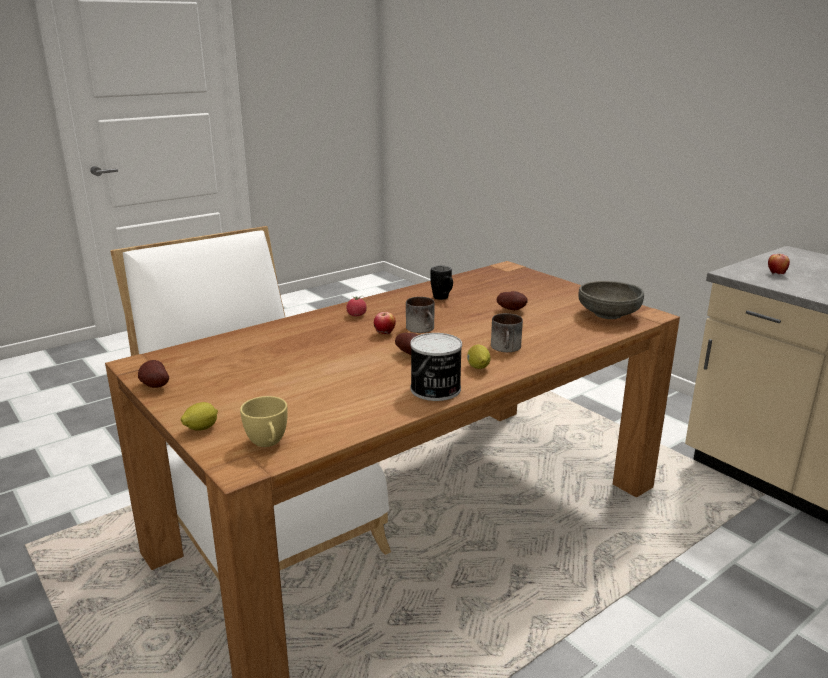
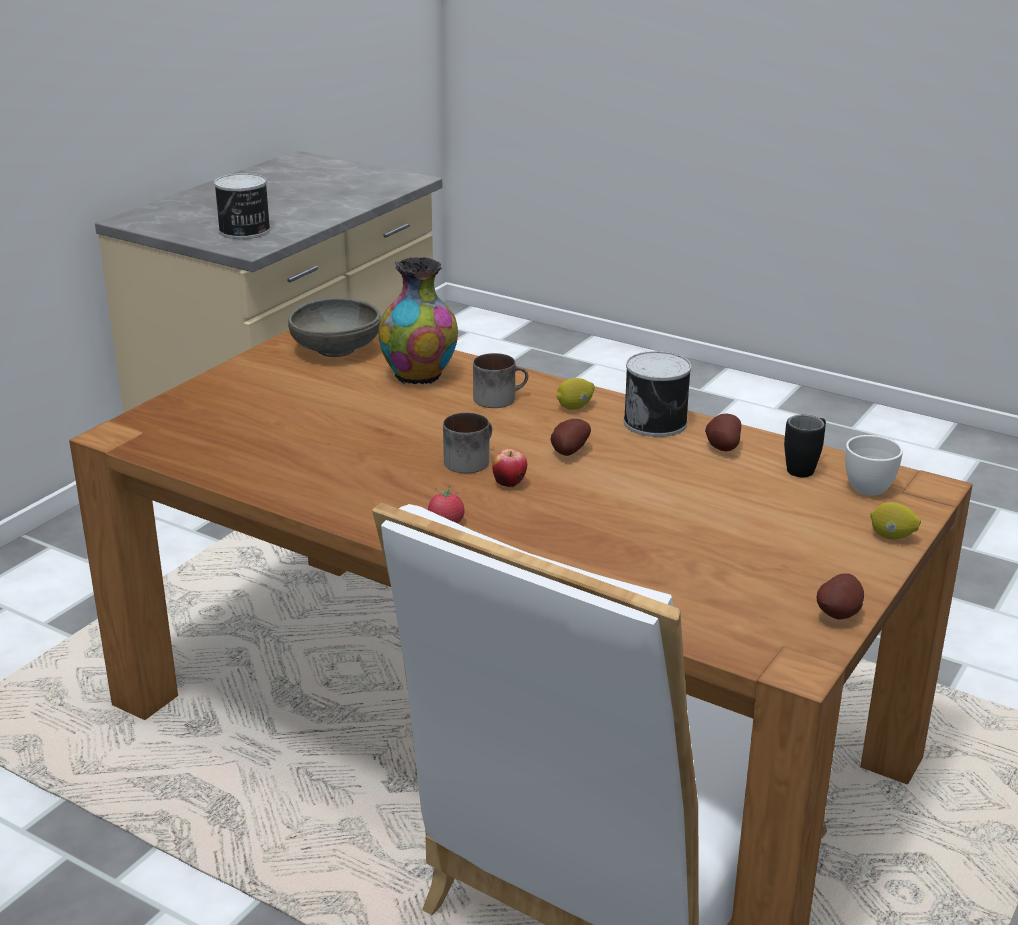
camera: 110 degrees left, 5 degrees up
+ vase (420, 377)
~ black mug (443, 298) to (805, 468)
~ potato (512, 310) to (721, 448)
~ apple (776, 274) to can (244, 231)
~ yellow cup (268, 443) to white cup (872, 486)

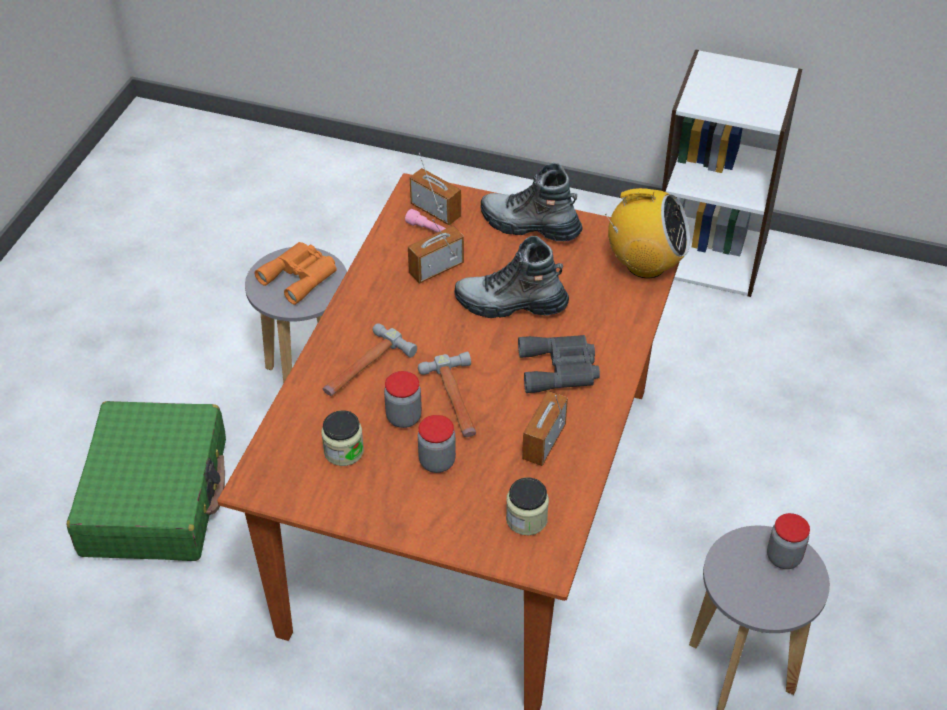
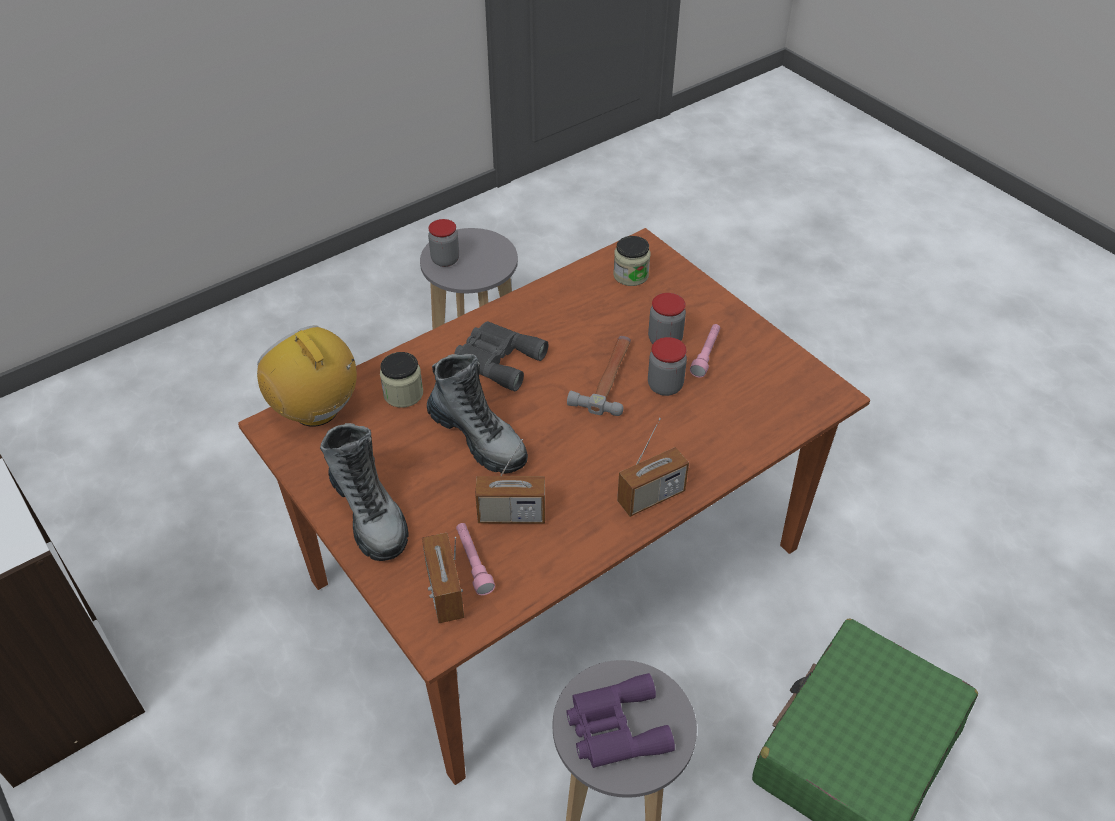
camera: 145 degrees left, 0 degrees up
- hammer (364, 368)
+ pink flashlight (706, 355)
~ jar (343, 451) to (403, 394)
~ radio (544, 442) to (651, 497)
~ orange binoculars (301, 276) to purple binoculars (614, 728)

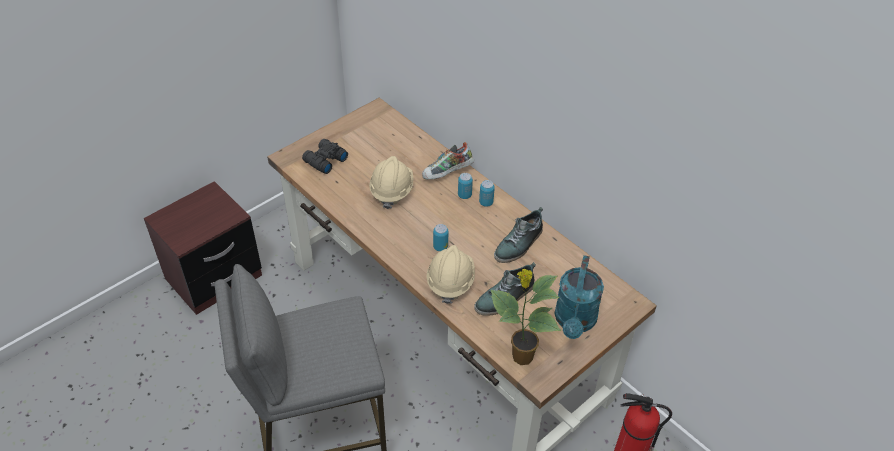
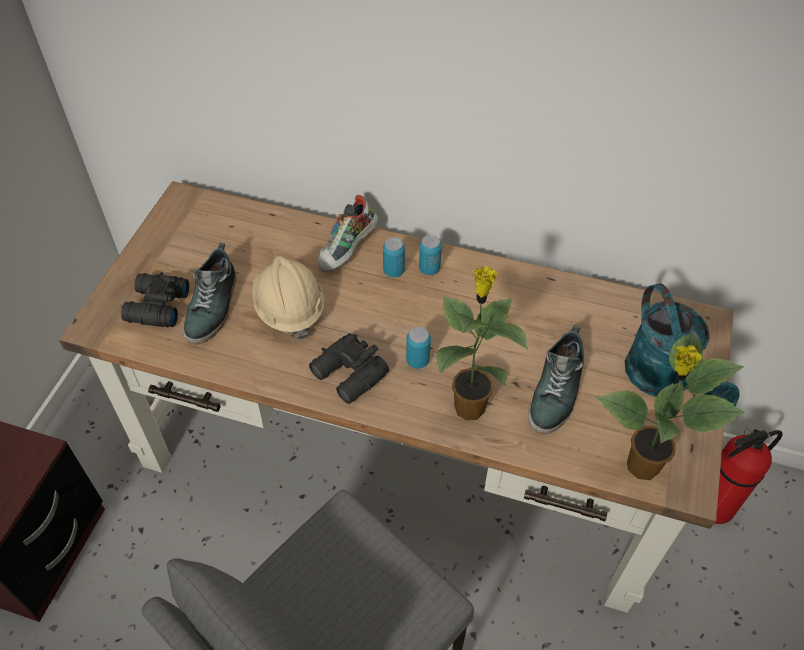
camera: 30 degrees left, 5 degrees up
+ black binoculars (349, 376)
~ shoe (519, 244) to (213, 306)
~ beige hard hat (450, 281) to potted plant (469, 405)

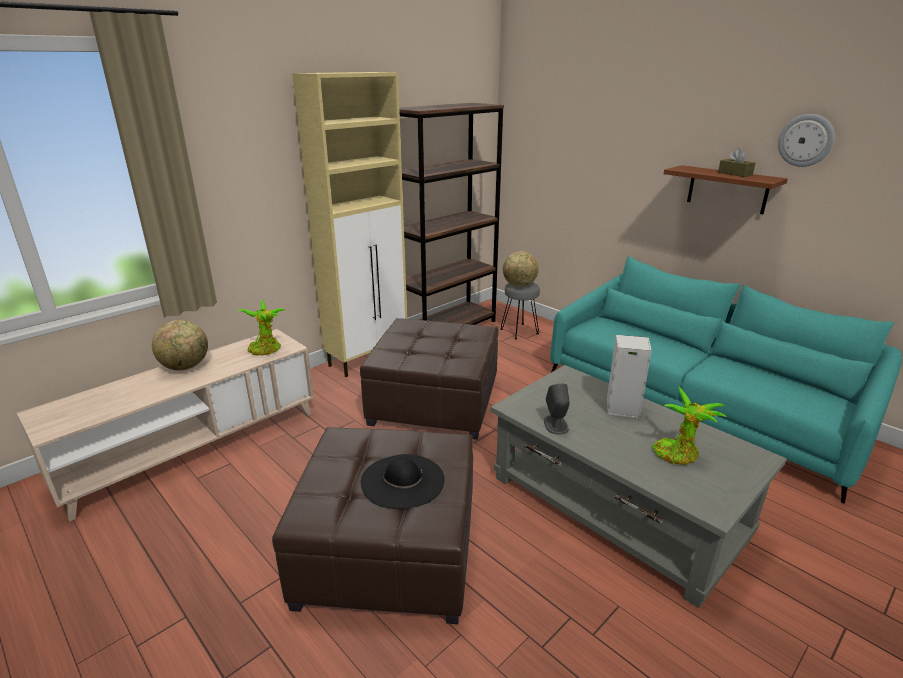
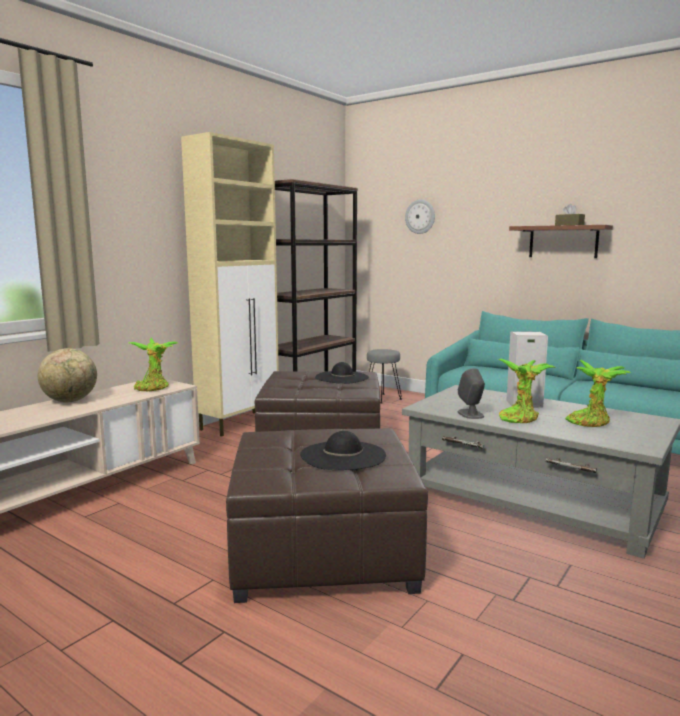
camera: 10 degrees left, 15 degrees down
- globe (519, 285)
+ black hat (341, 377)
+ potted plant (520, 418)
~ wall clock (806, 140) to (420, 216)

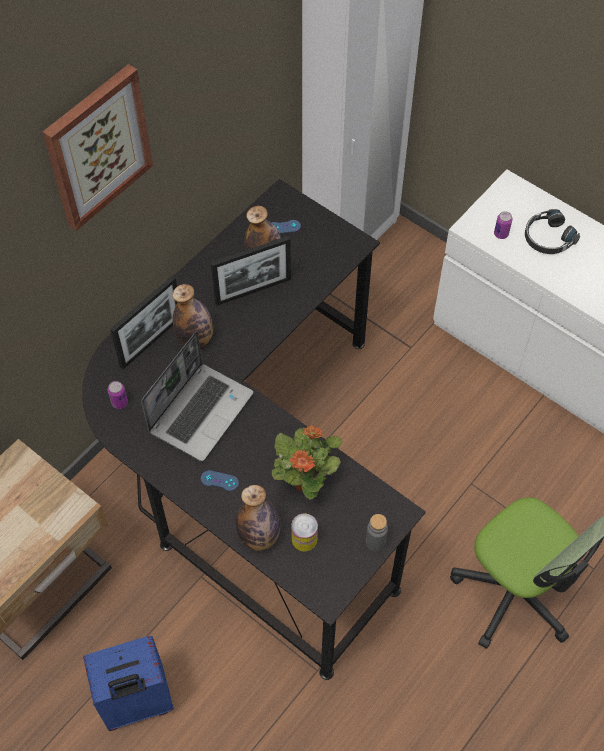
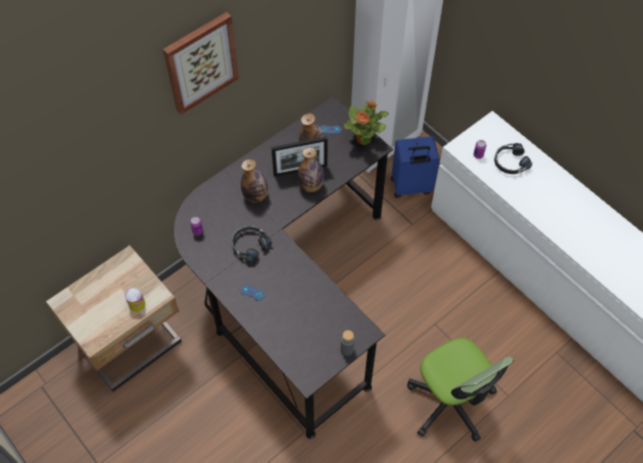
camera: 10 degrees right, 0 degrees up
- picture frame (151, 341)
~ blue suitcase (137, 703) to (411, 187)
~ bottle (259, 536) to (311, 186)
~ potted plant (305, 480) to (364, 139)
~ can (304, 539) to (137, 304)
~ laptop (201, 411) to black headphones (249, 245)

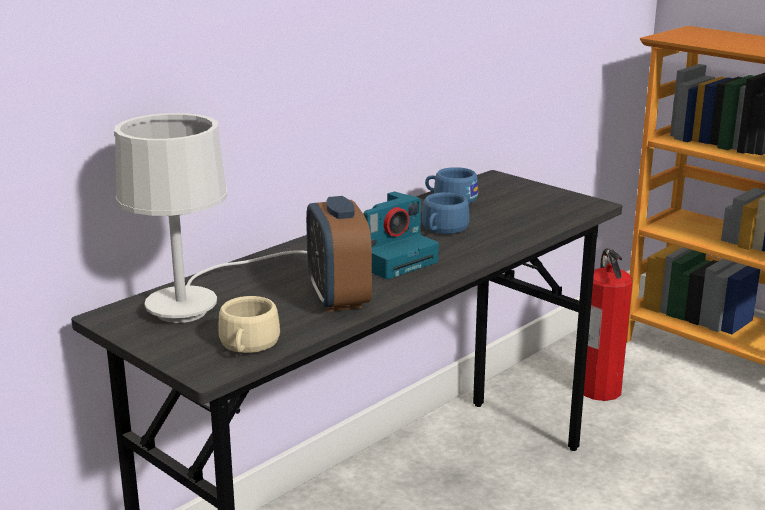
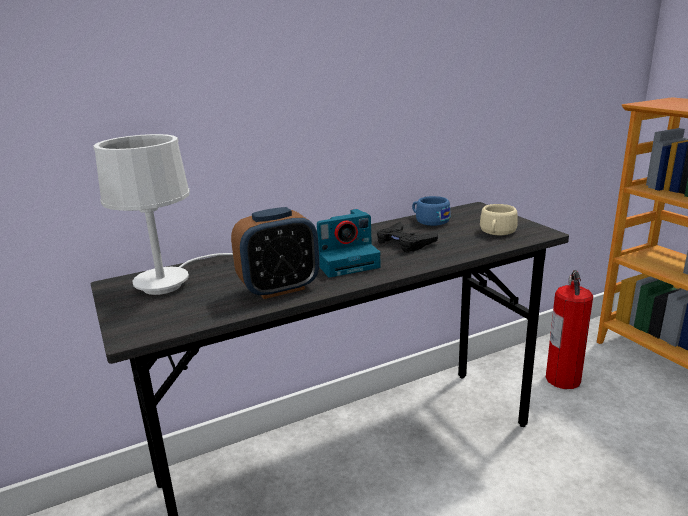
camera: 20 degrees right, 0 degrees up
~ beige cup (248, 346) to (497, 232)
~ blue cup (442, 229) to black game controller (404, 242)
~ alarm clock (338, 298) = (279, 288) 120 degrees counterclockwise

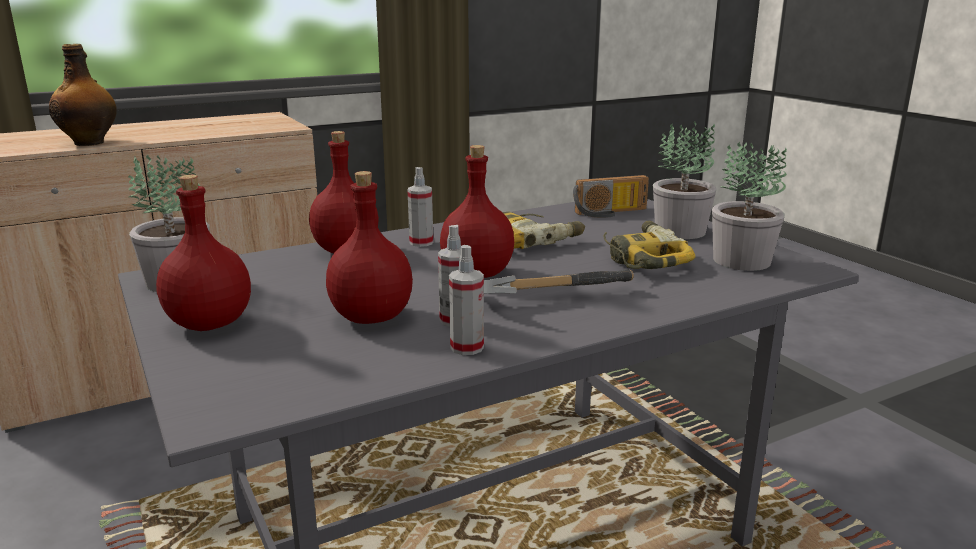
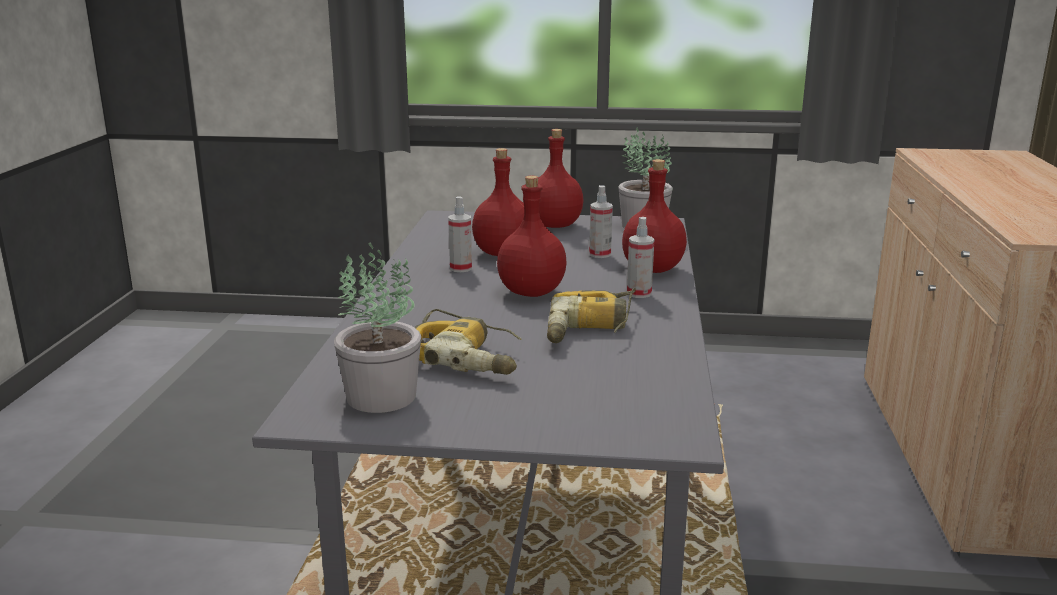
camera: 125 degrees right, 0 degrees up
- bottle (90, 143)
- hammer (545, 297)
- radio (611, 213)
- potted plant (680, 231)
~ spray bottle (467, 347) to (600, 254)

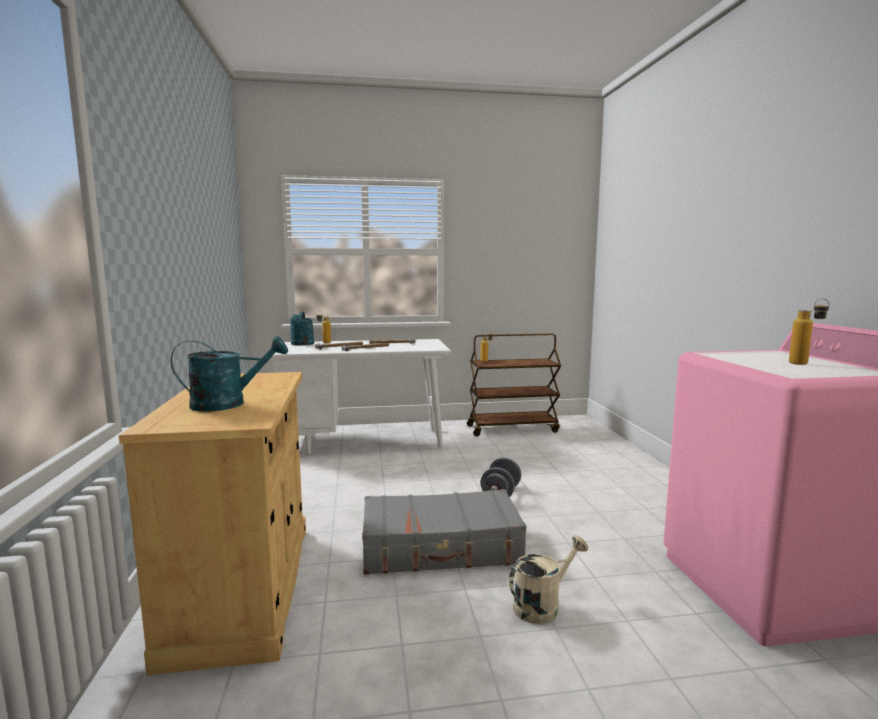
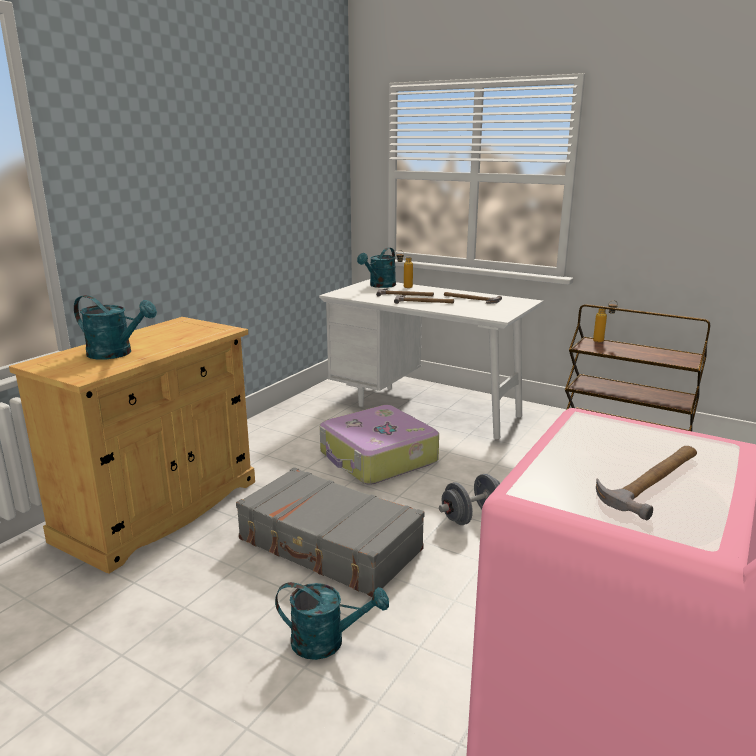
camera: 40 degrees right, 10 degrees up
+ suitcase (377, 458)
~ bottle (805, 363) to hammer (653, 480)
~ beige watering can (542, 605) to turquoise watering can (327, 642)

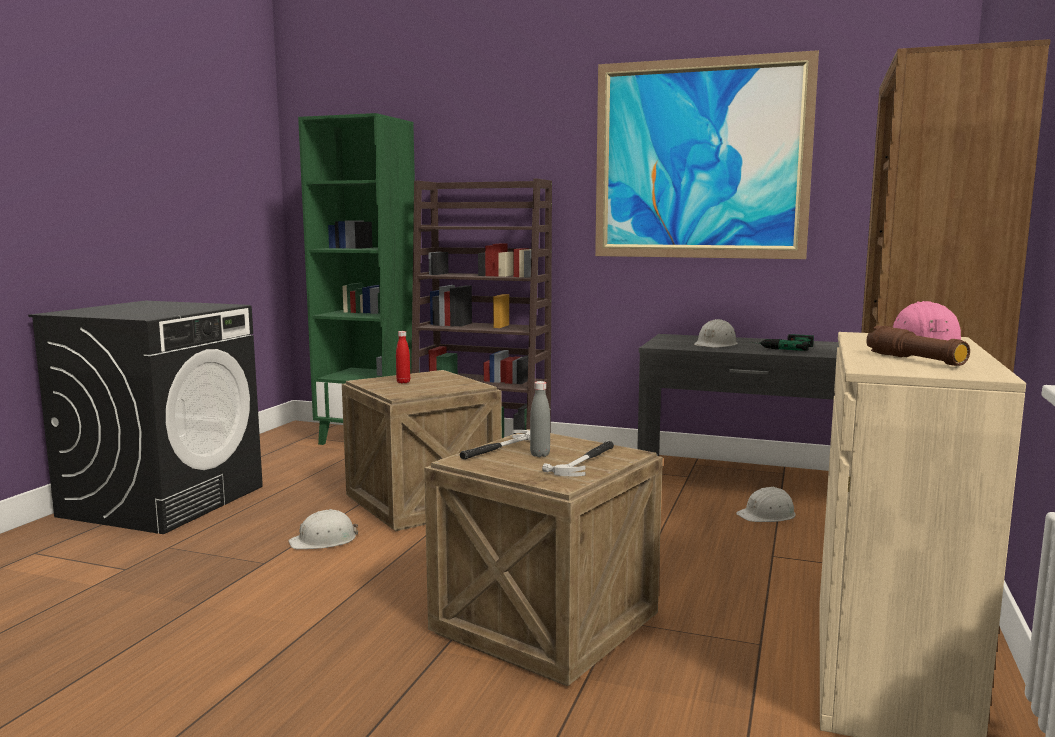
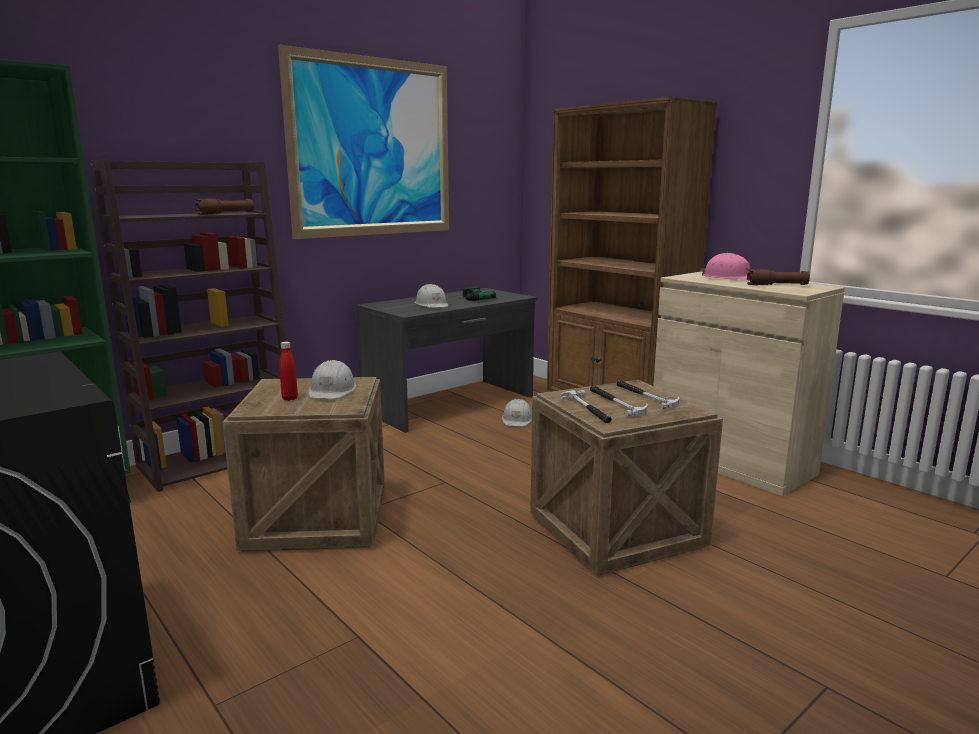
camera: 60 degrees left, 5 degrees up
+ brown flashlight (226, 213)
~ white hard hat (324, 540) to (332, 390)
~ grey bottle (540, 455) to hammer (616, 403)

